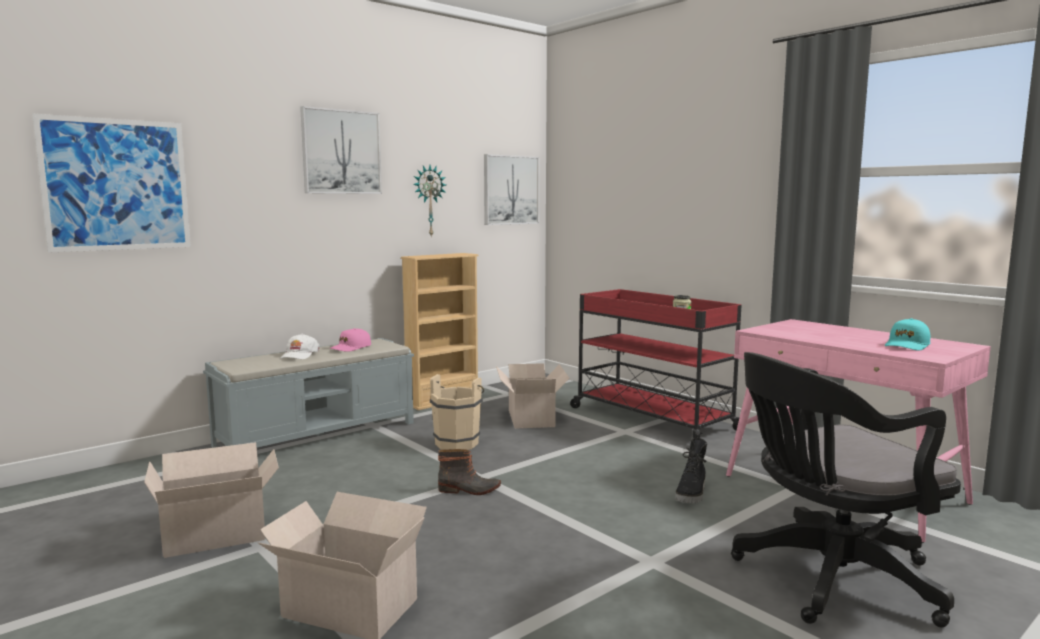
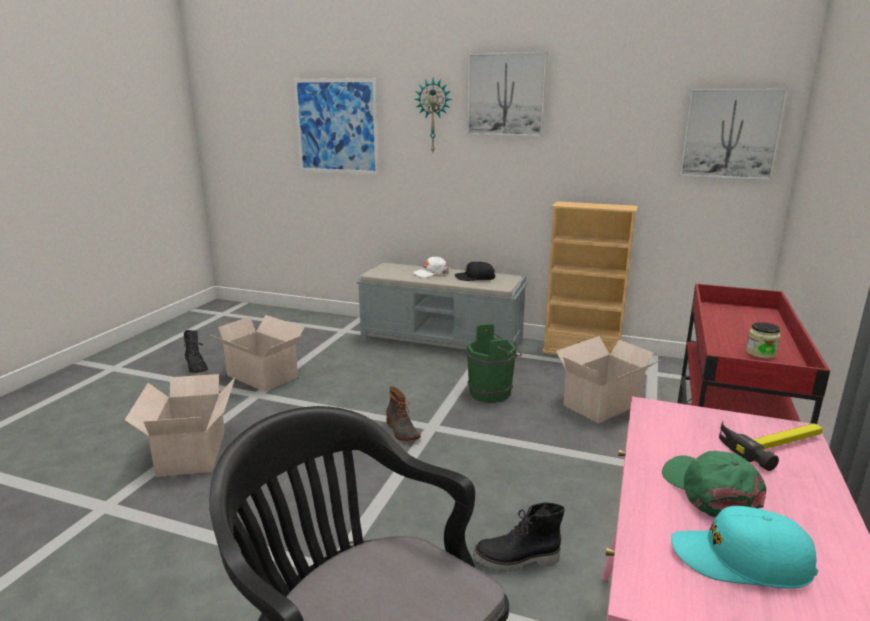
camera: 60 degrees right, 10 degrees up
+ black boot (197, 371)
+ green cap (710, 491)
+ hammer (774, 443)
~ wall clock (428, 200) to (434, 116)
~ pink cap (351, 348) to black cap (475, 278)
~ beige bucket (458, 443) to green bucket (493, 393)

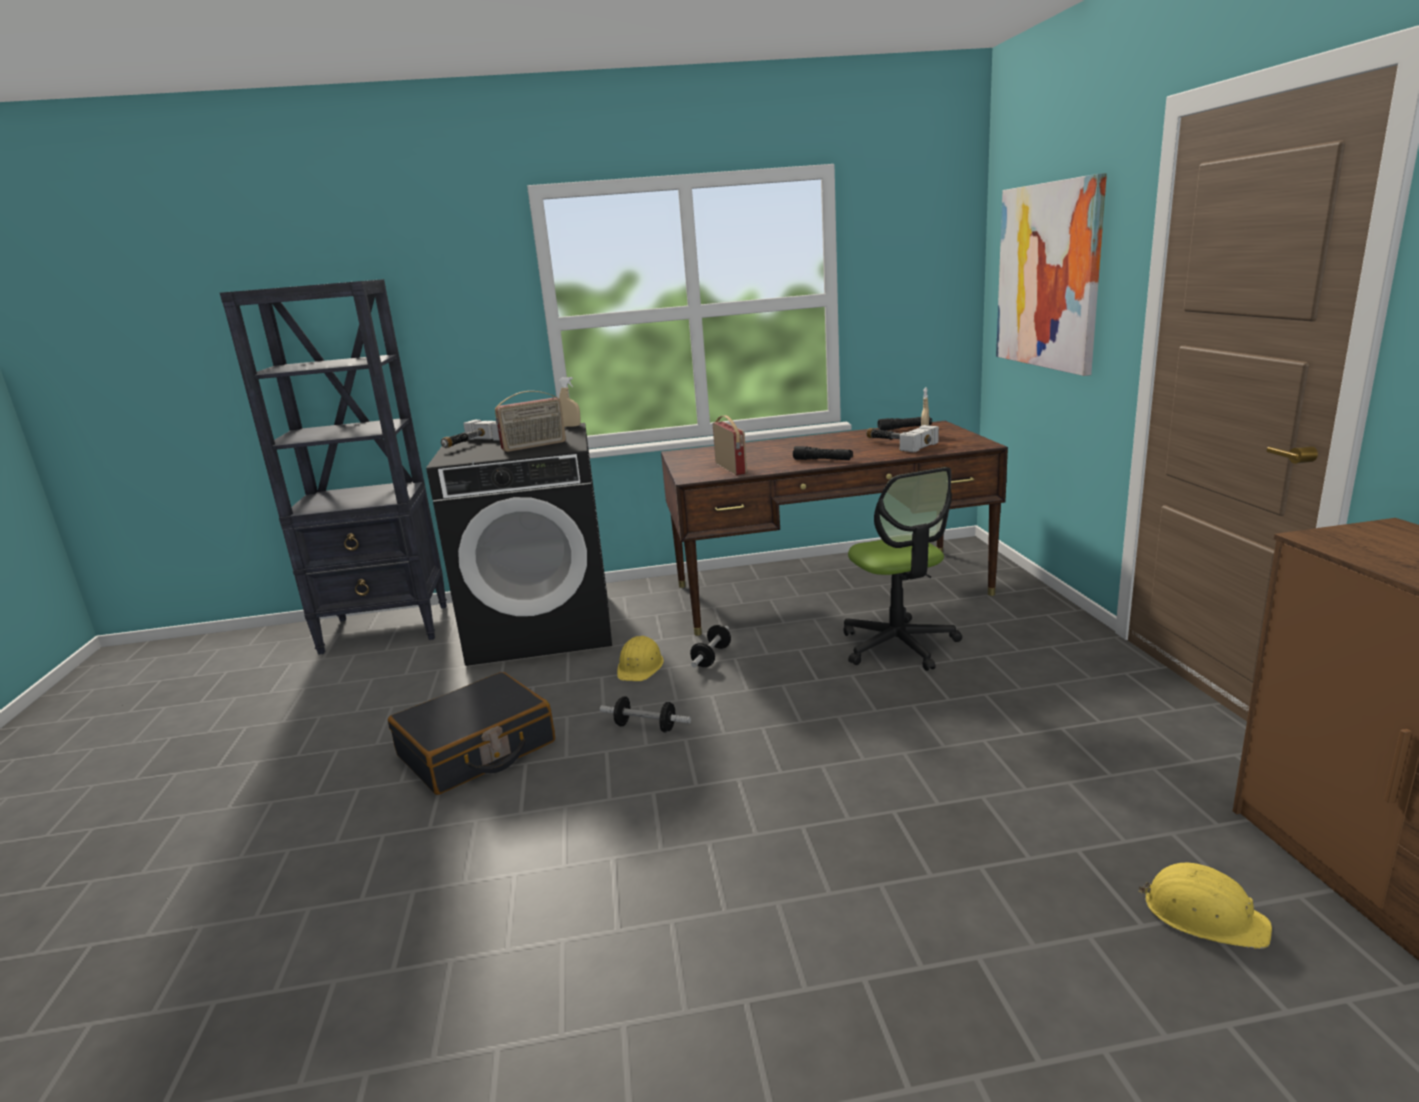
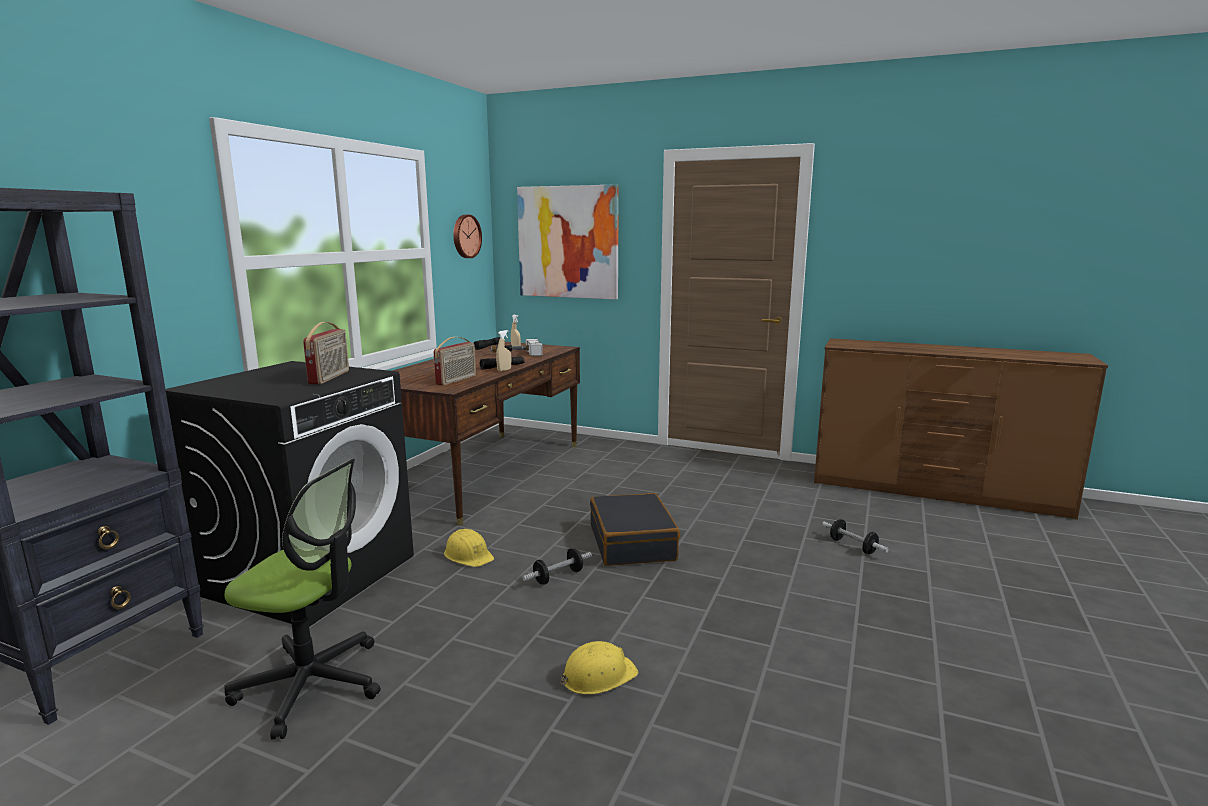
camera: 60 degrees left, 5 degrees down
- hammer (471, 444)
+ wall clock (465, 236)
~ black suitcase (477, 750) to (632, 543)
~ beige spray bottle (571, 426) to (504, 370)
~ dumbbell (712, 657) to (853, 546)
~ office chair (898, 645) to (311, 684)
~ yellow hard hat (1203, 915) to (598, 676)
~ radio (731, 468) = (457, 380) 105 degrees clockwise

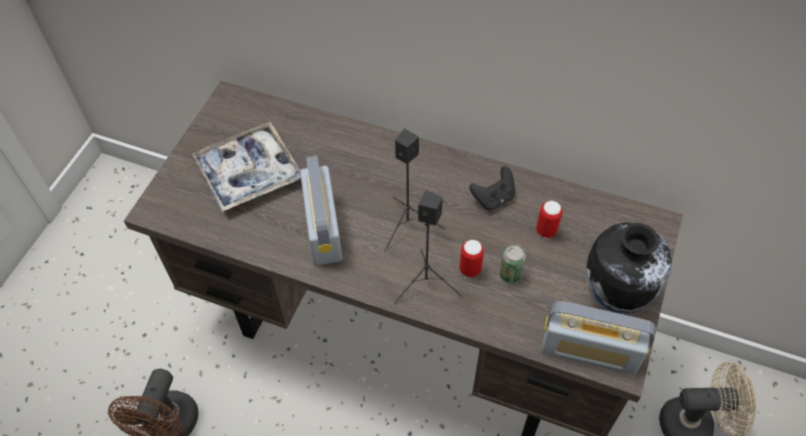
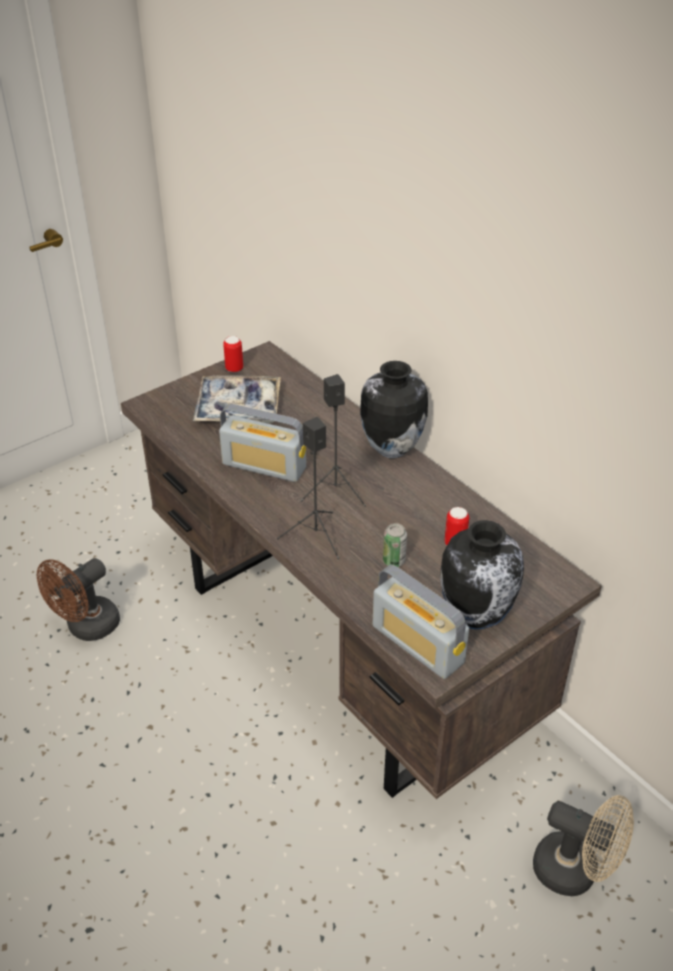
camera: 30 degrees right, 15 degrees down
- black game controller (493, 198)
+ vase (391, 450)
~ can (470, 269) to (234, 369)
~ radio (323, 228) = (264, 466) 90 degrees counterclockwise

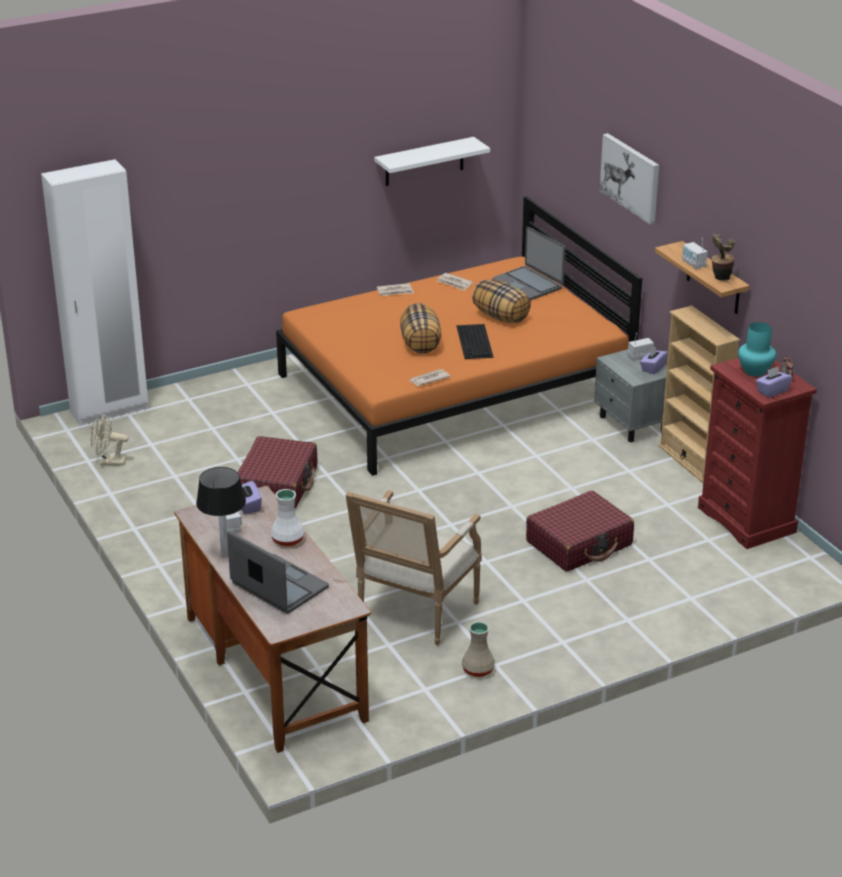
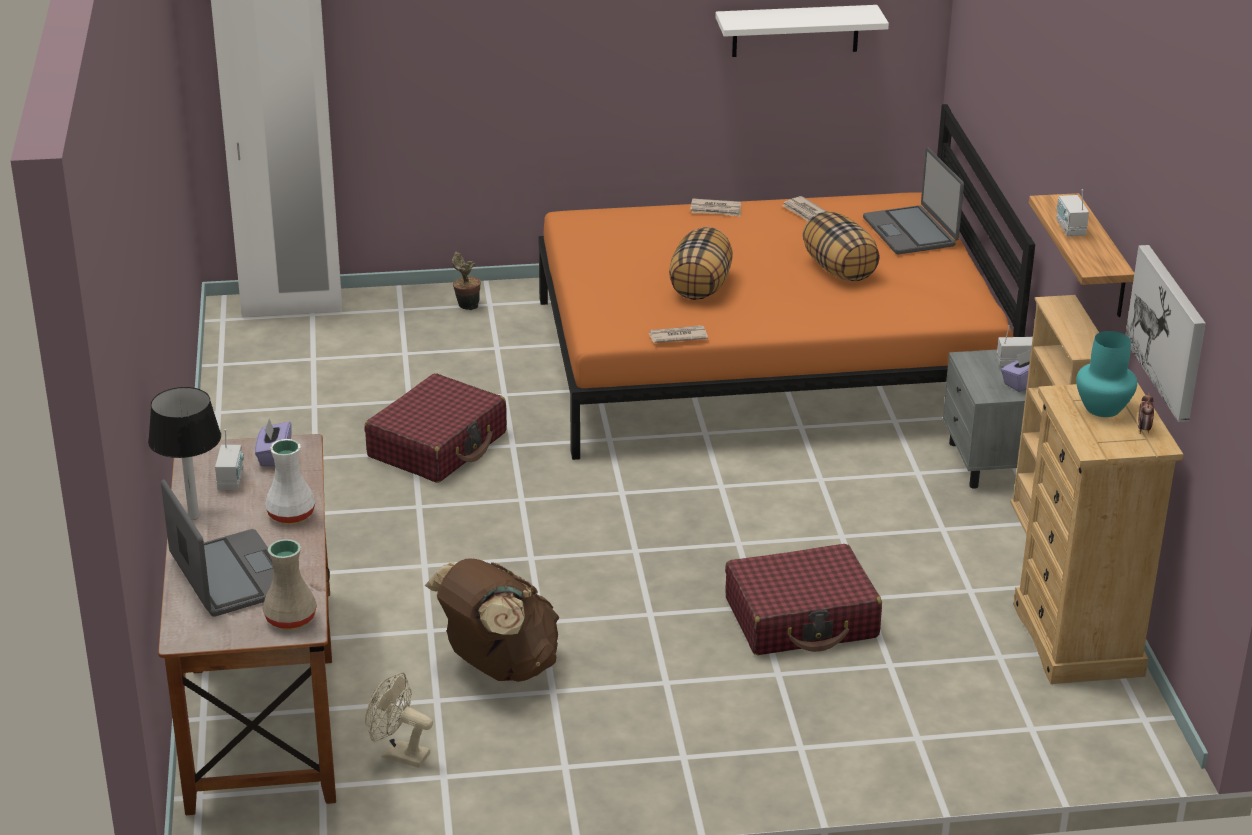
camera: 20 degrees right, 0 degrees up
- keyboard (475, 342)
- purple tissue box (772, 391)
~ beige fan (109, 462) to (398, 754)
~ beige vase (479, 670) to (292, 619)
~ picture (631, 177) to (1168, 331)
~ potted plant (720, 278) to (466, 306)
~ armchair (413, 615) to brown backpack (498, 666)
~ red dresser (747, 520) to beige dresser (1078, 640)

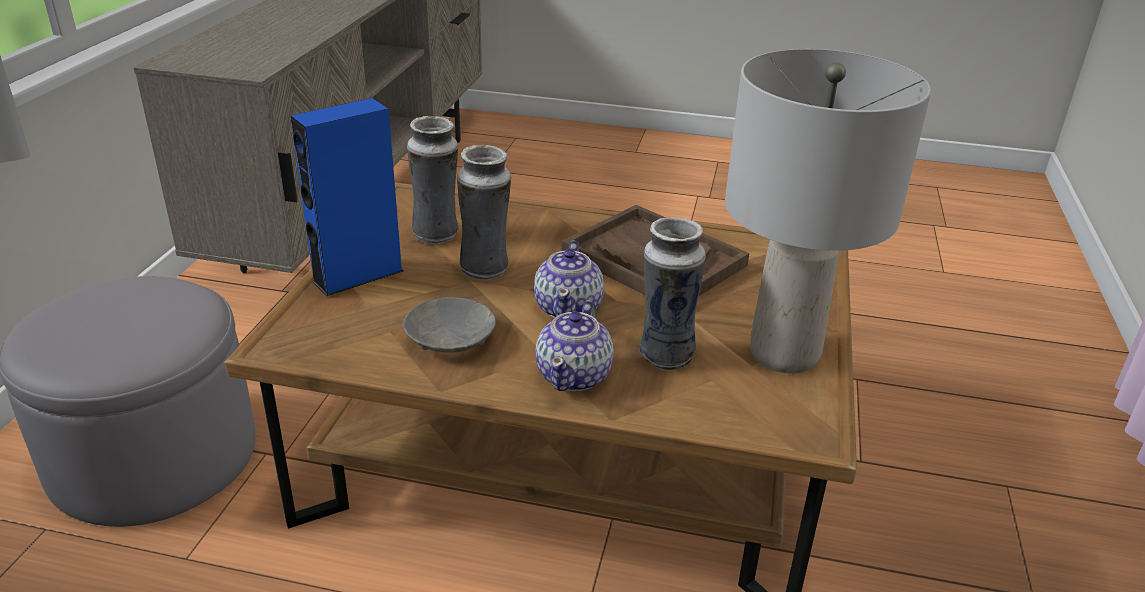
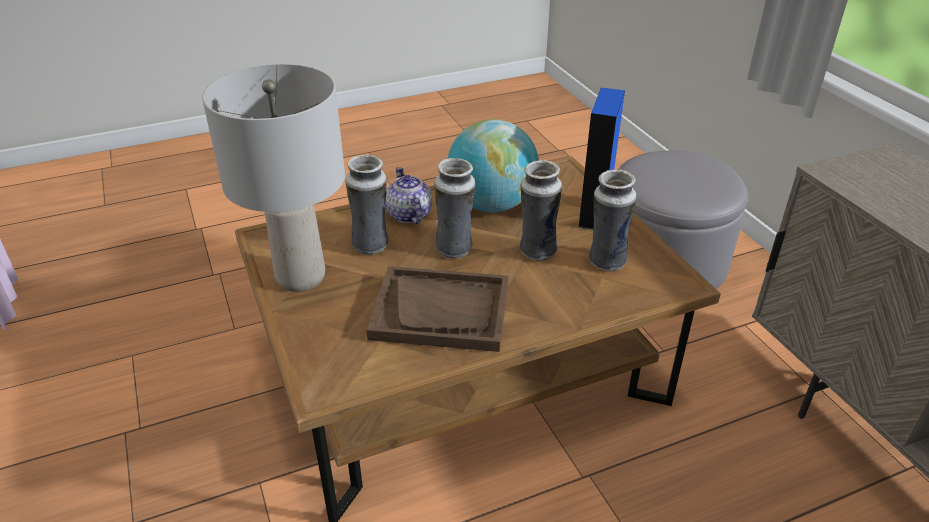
camera: 145 degrees right, 5 degrees up
~ grey bowl (450, 341) to globe (491, 205)
~ teapot (569, 308) to vase (455, 249)

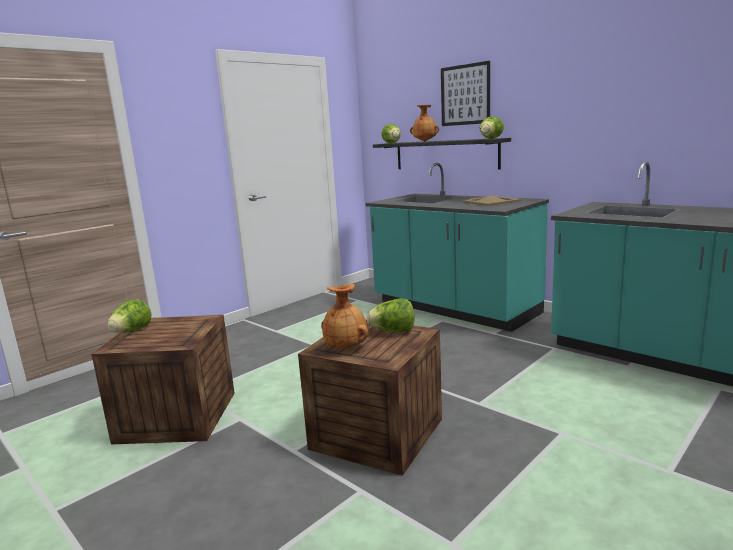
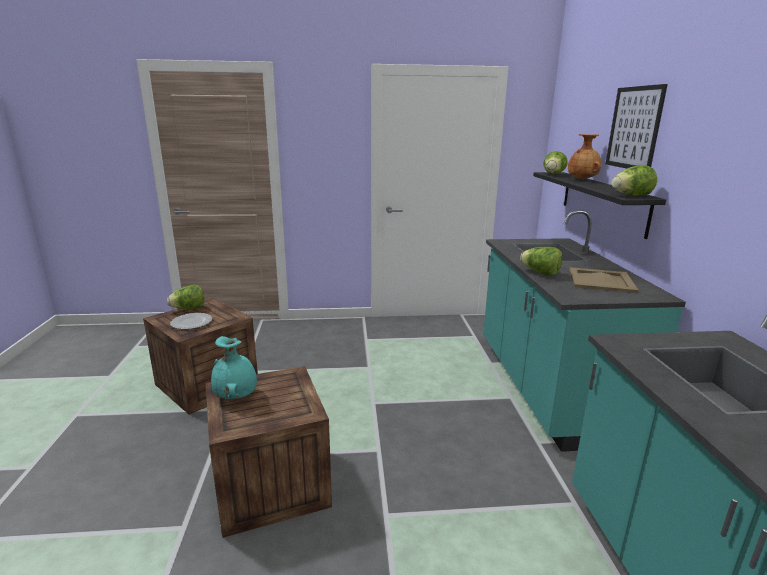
camera: 40 degrees right, 5 degrees up
+ plate (191, 323)
~ lettuce (393, 331) to (540, 273)
~ brown vase (346, 347) to turquoise vase (237, 396)

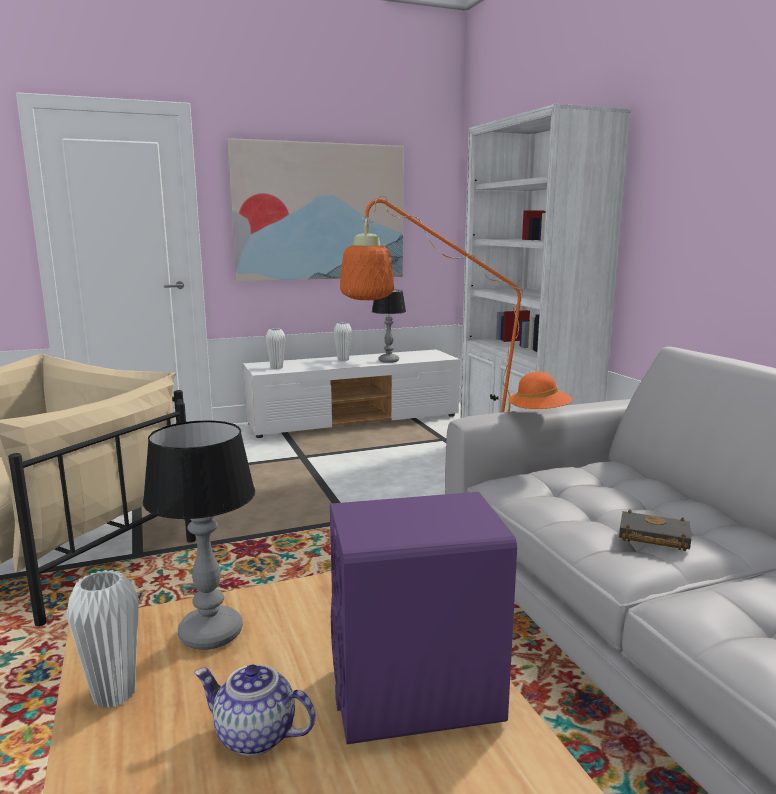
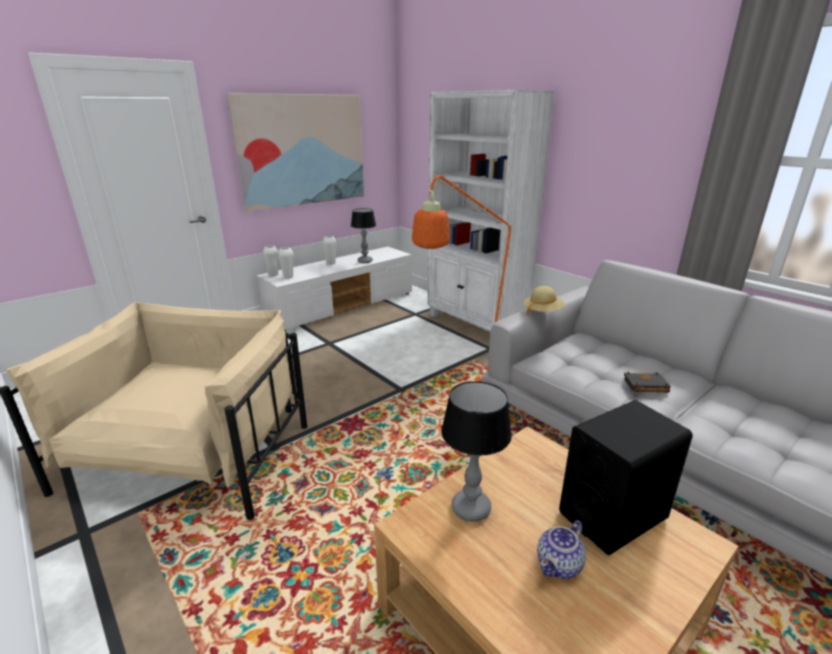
camera: 20 degrees left, 10 degrees up
~ white vase (114, 694) to (273, 275)
~ purple speaker (416, 695) to black speaker (612, 515)
~ orange hat (538, 414) to beige hat (542, 312)
~ teapot (253, 736) = (559, 566) 45 degrees counterclockwise

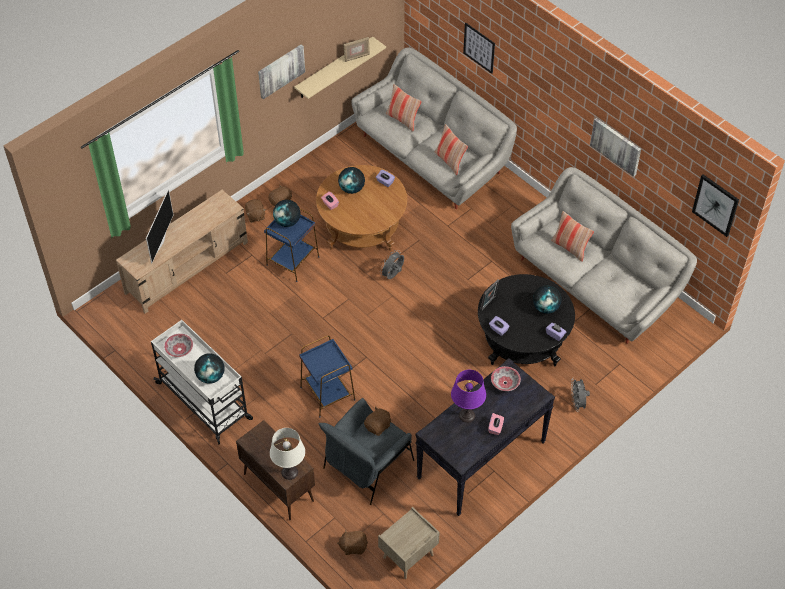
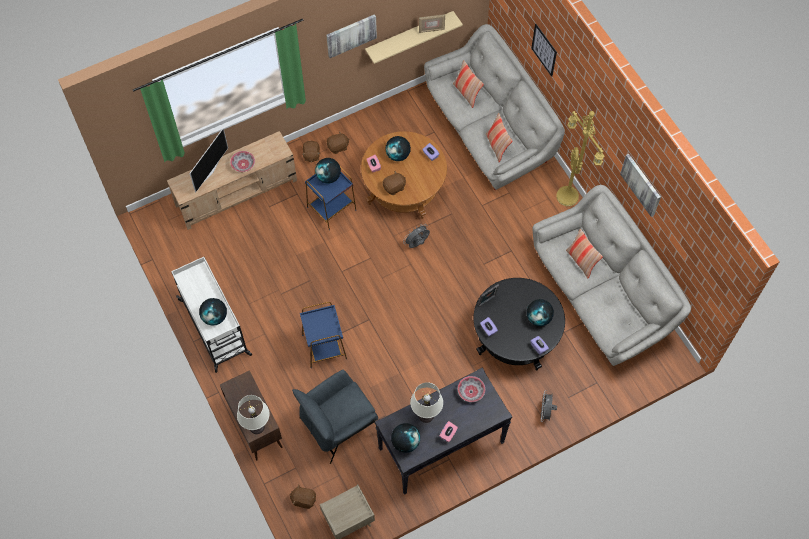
camera: 15 degrees right, 10 degrees up
- picture (715, 205)
+ globe (405, 442)
+ yellow floor lamp (569, 196)
~ bowl (179, 349) to (243, 165)
~ brown plush toy (378, 426) to (394, 187)
~ purple table lamp (467, 415) to white table lamp (426, 415)

